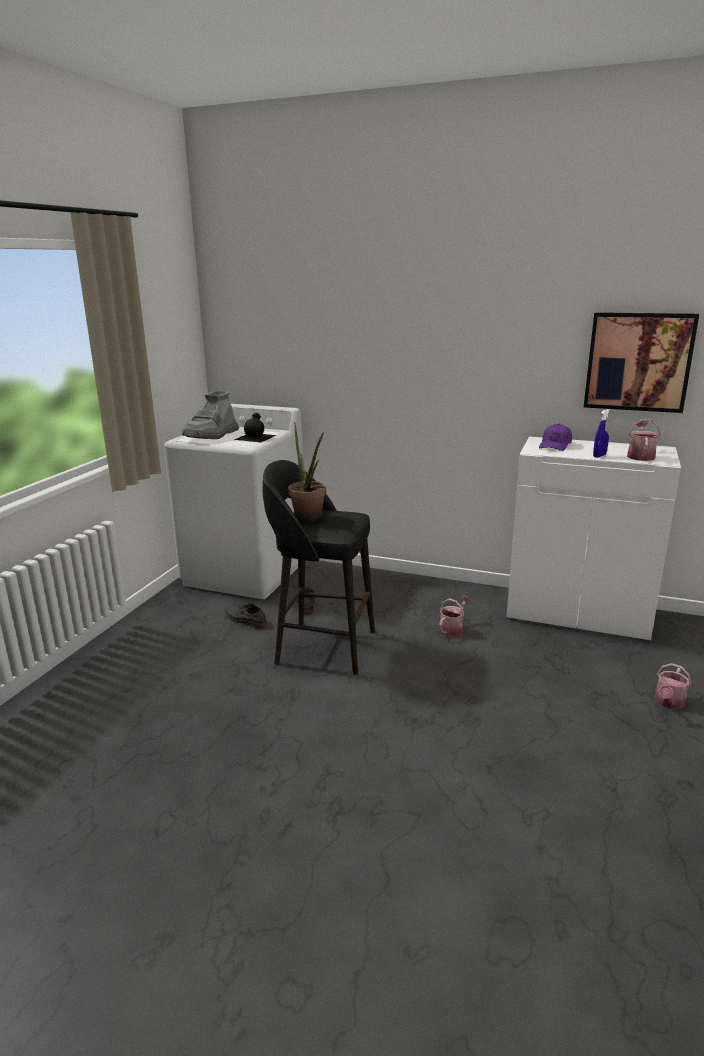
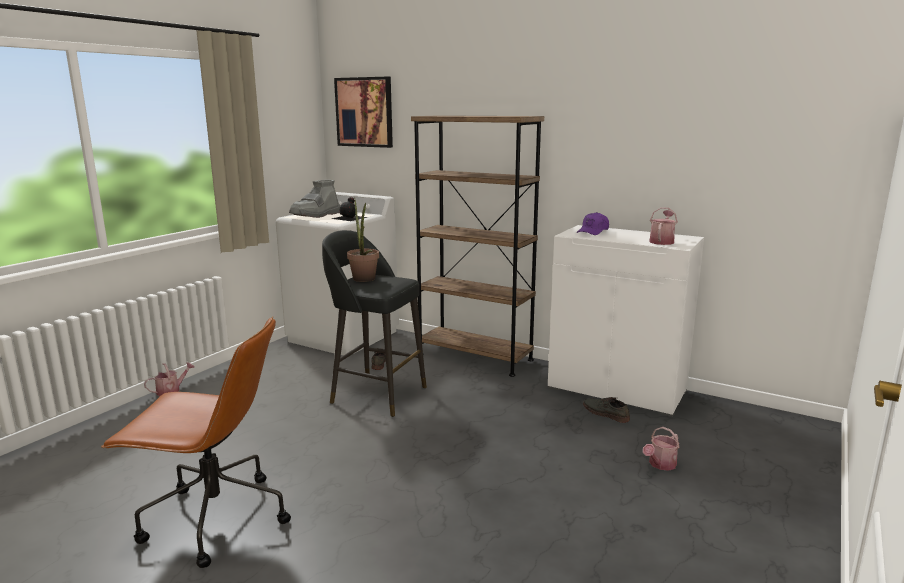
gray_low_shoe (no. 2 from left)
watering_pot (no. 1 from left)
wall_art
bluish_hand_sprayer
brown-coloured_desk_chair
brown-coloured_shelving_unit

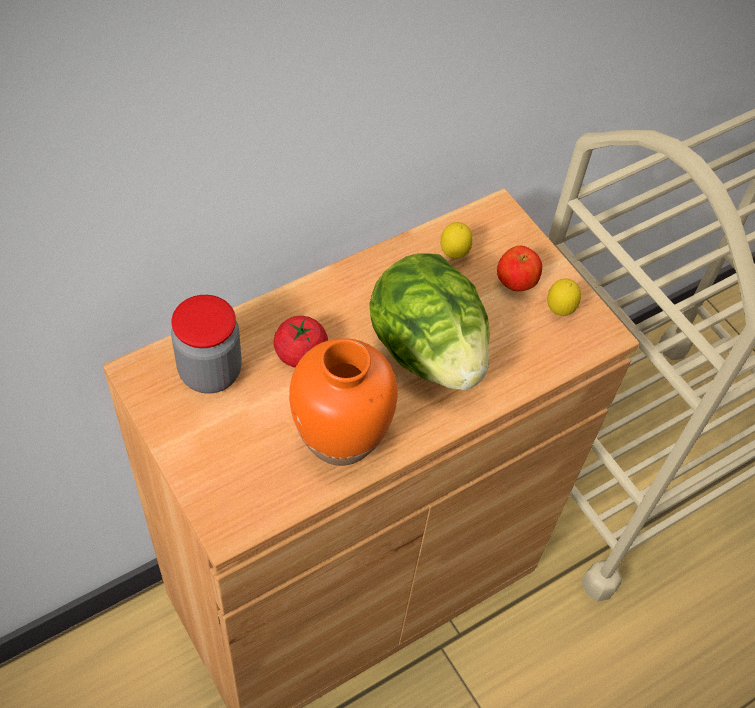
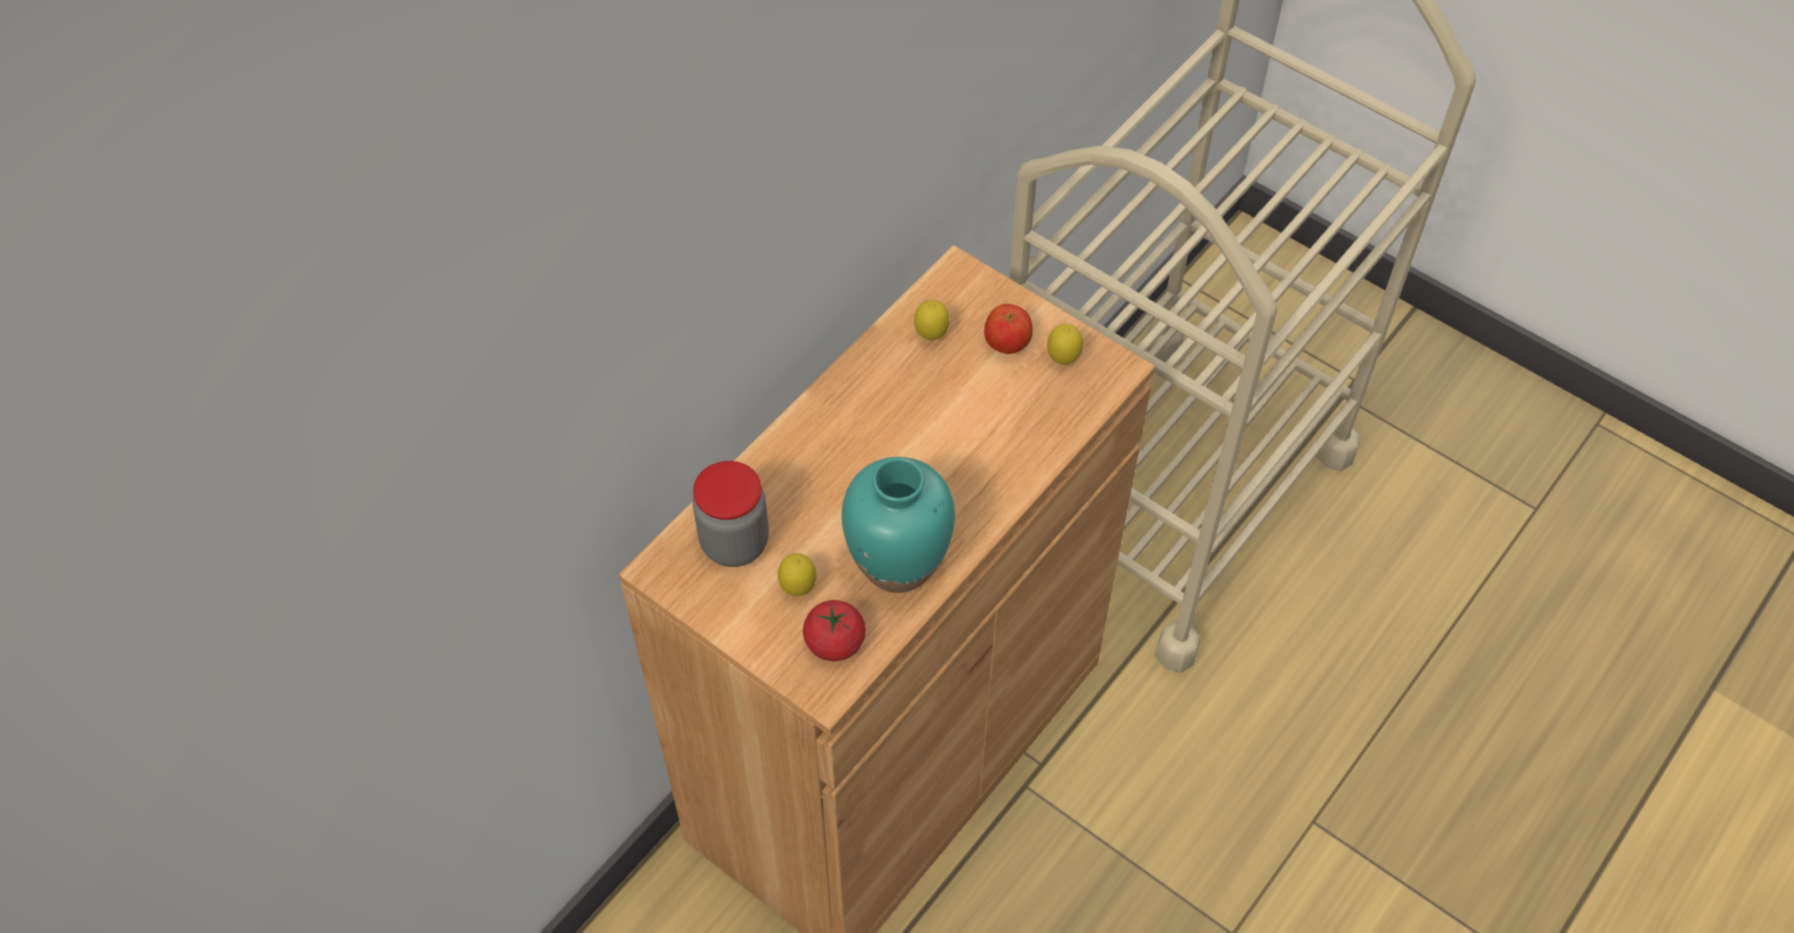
tomato
blue-green_flower_vase
lettuce
citrus_fruit (no. 1 from left)

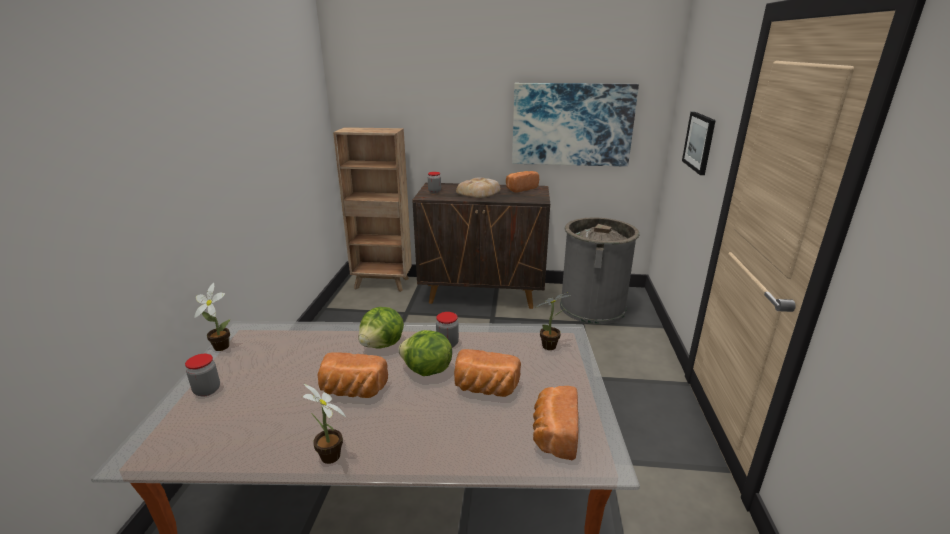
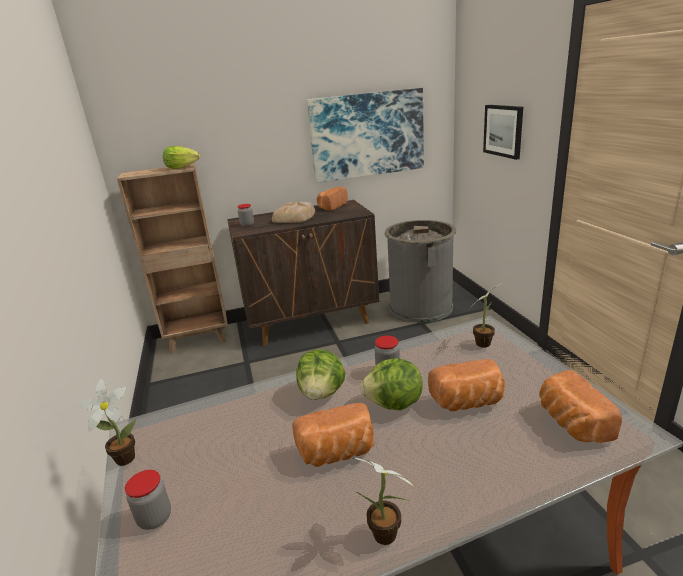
lettuce (no. 1 from left)

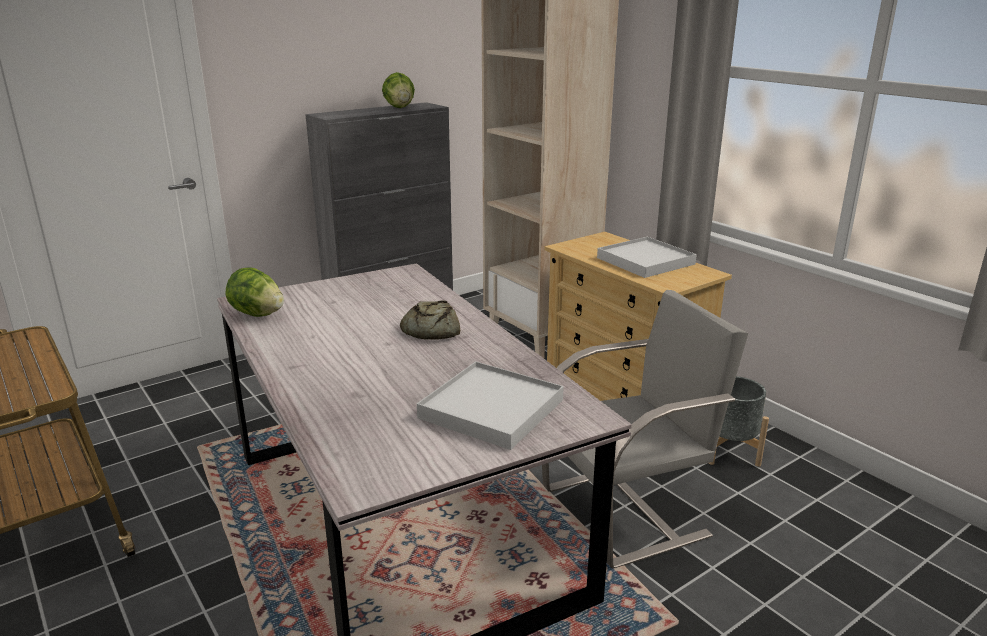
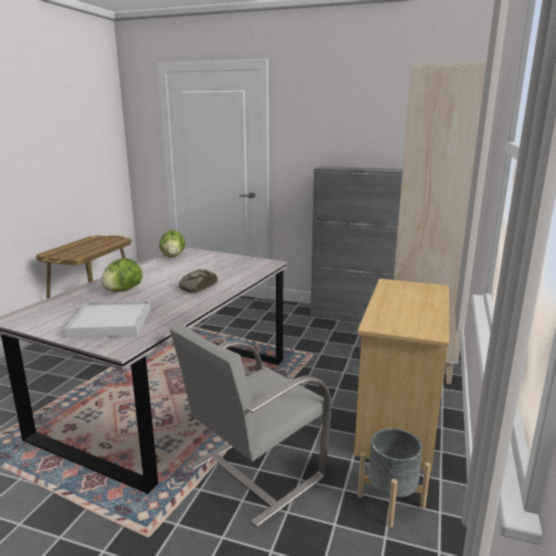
lettuce (no. 1 from left)
gray_chair
white_carrying_tray (no. 2 from left in the first image)

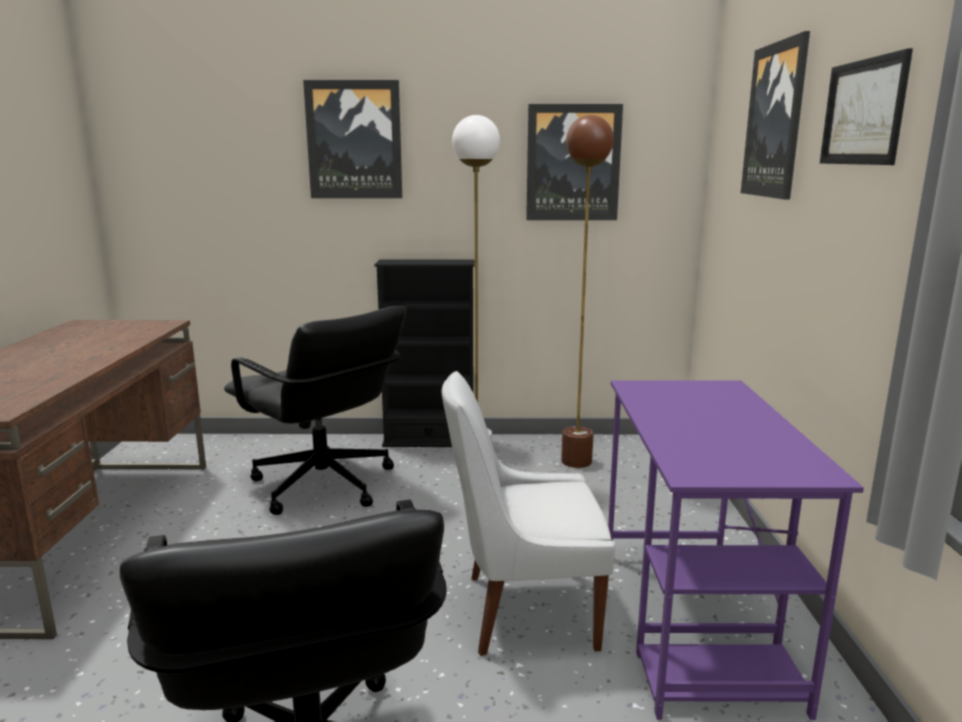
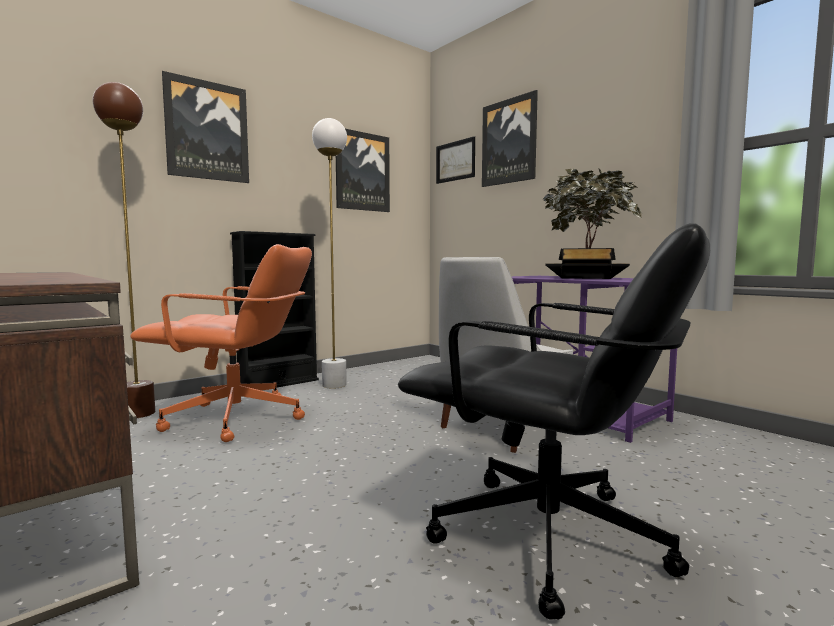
orange-coloured_desk_chair
brown-coloured_floor_lamp
wall_art (no. 3 from left)
potted_plant

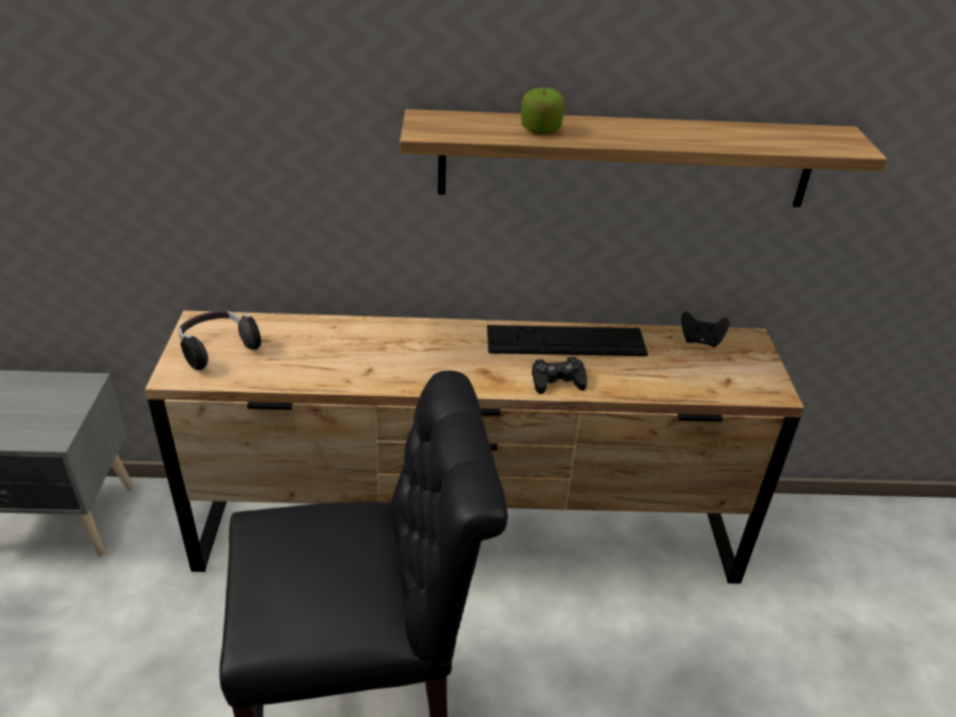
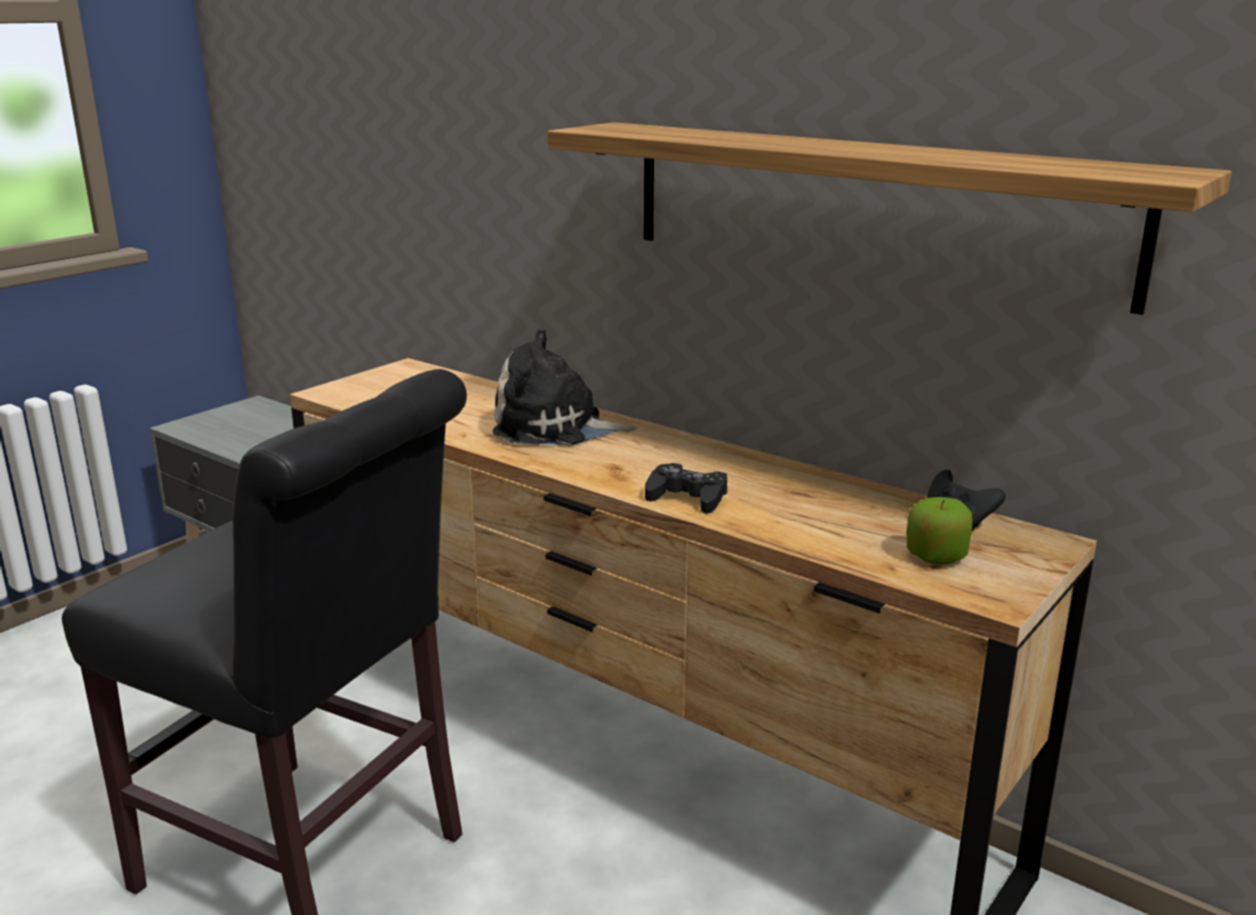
pair_of_headphones
PC_keyboard
apple
soft_toy

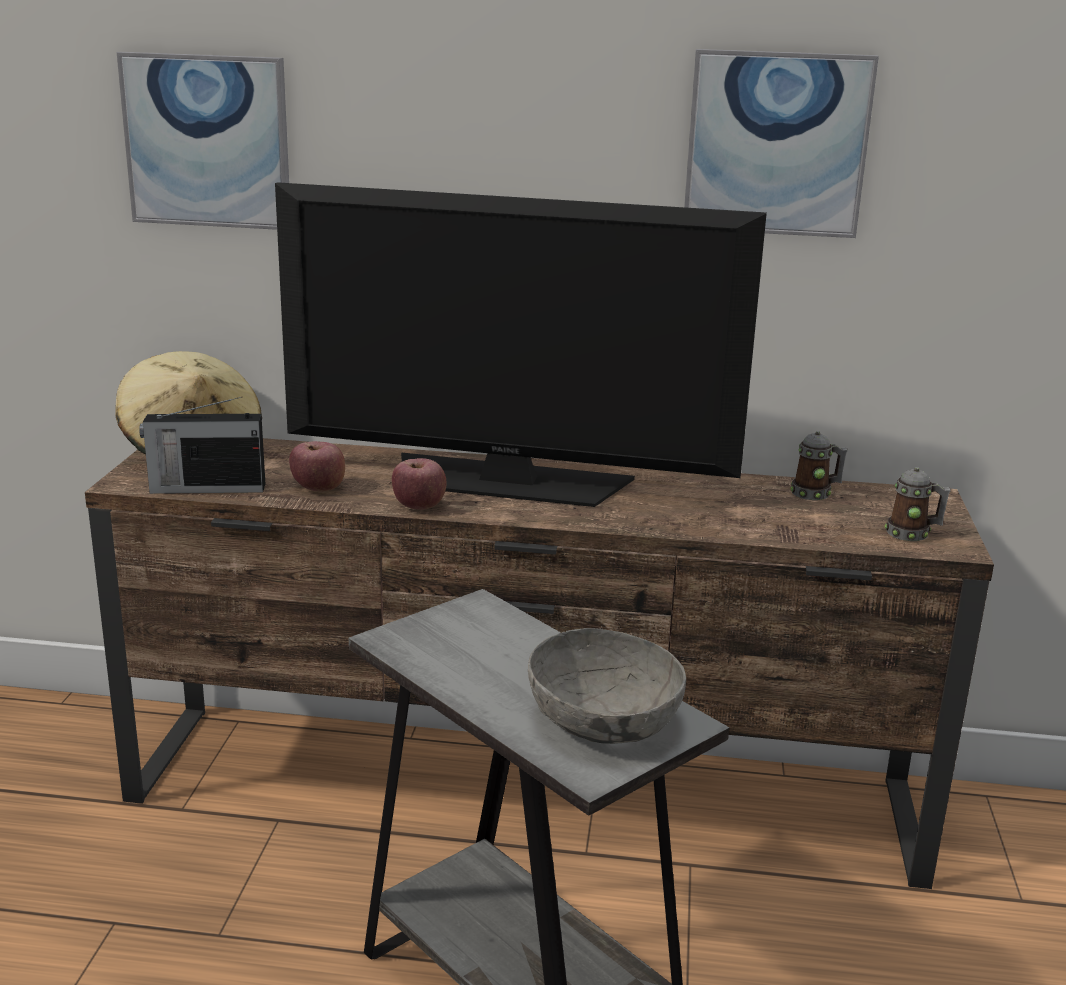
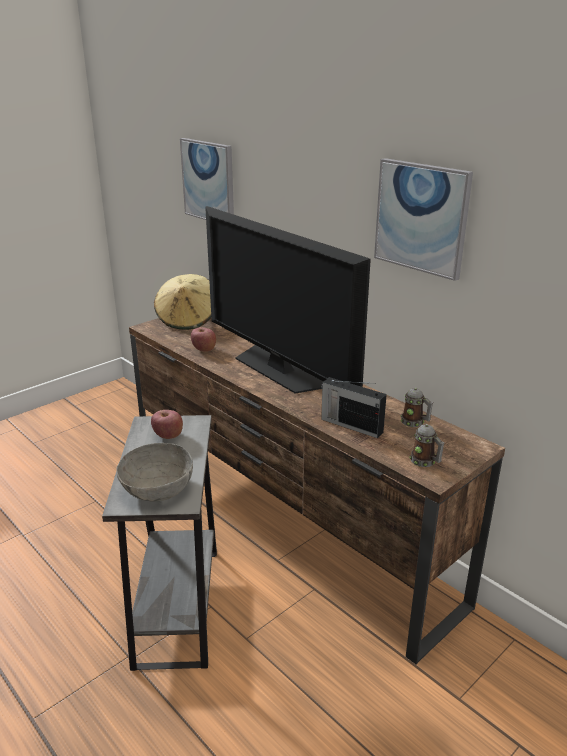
radio_set
apple (no. 1 from left)

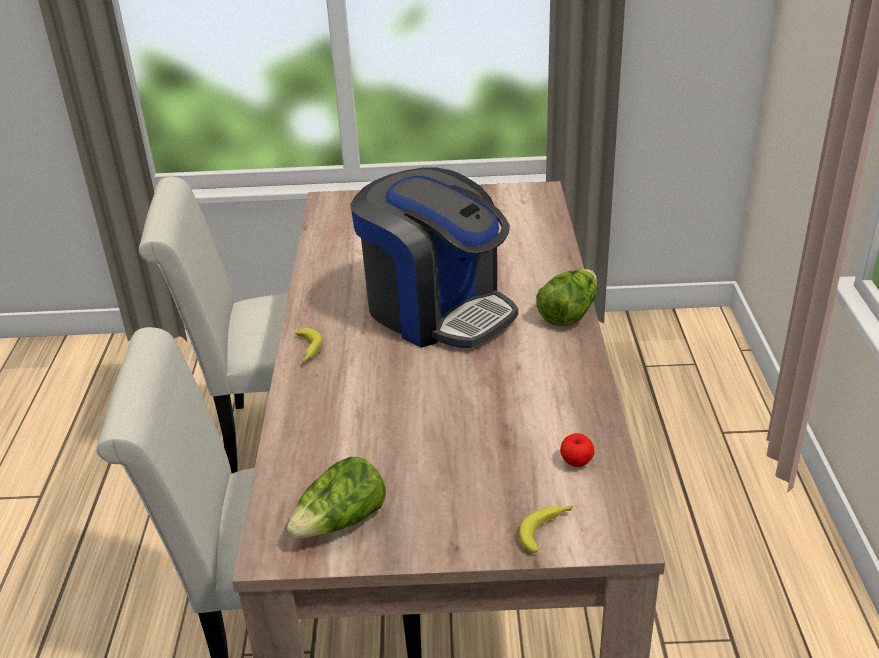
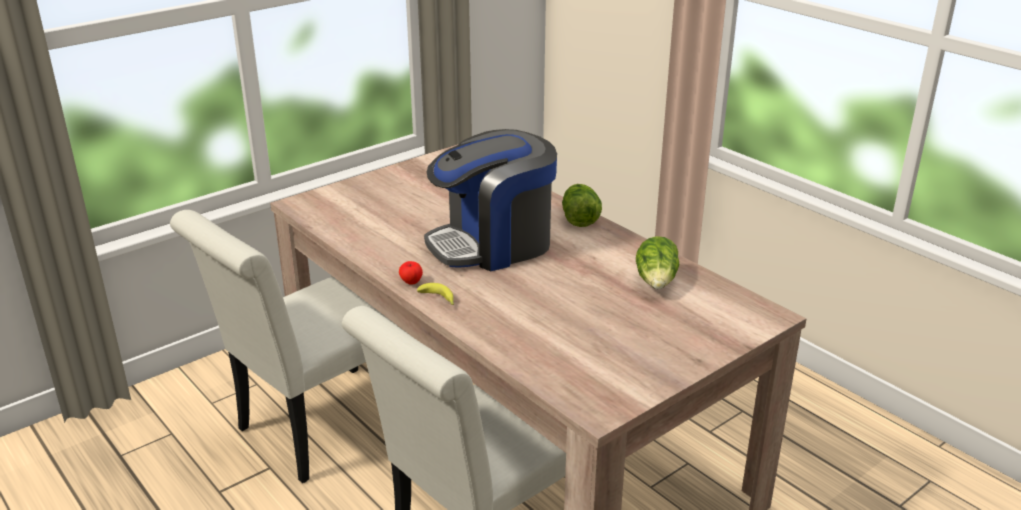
lettuce (no. 2 from left)
coffee_brewer
banana_fruit (no. 2 from left in the first image)
apple

